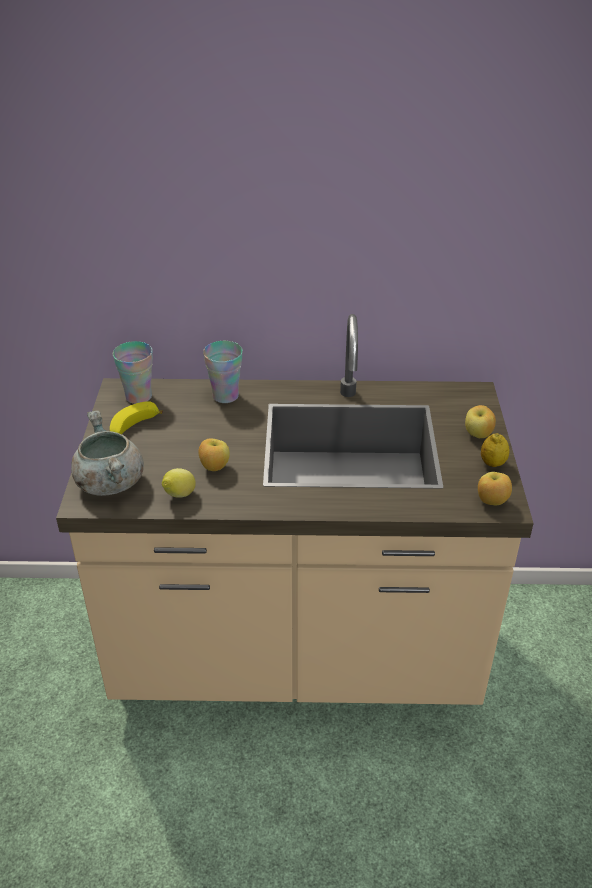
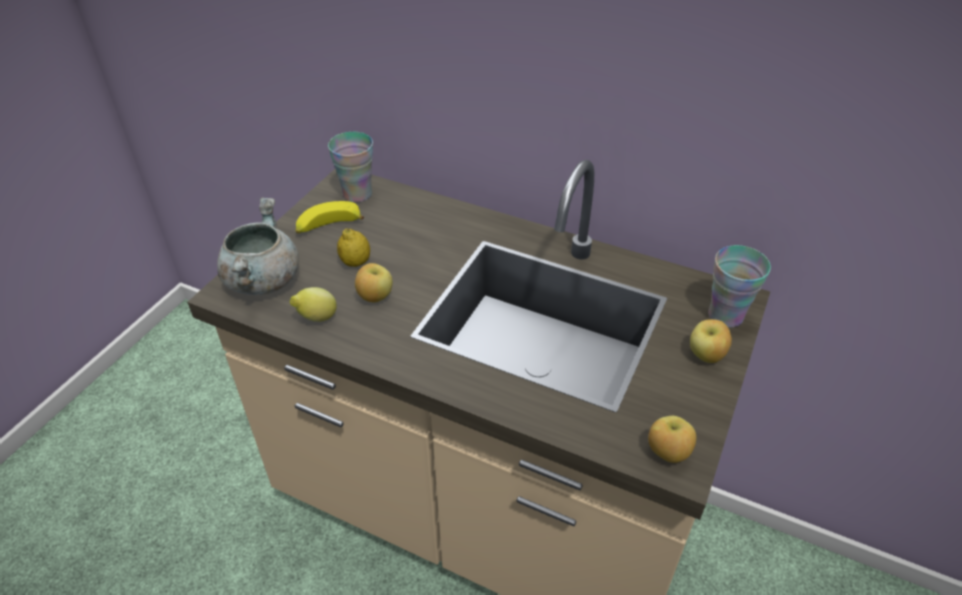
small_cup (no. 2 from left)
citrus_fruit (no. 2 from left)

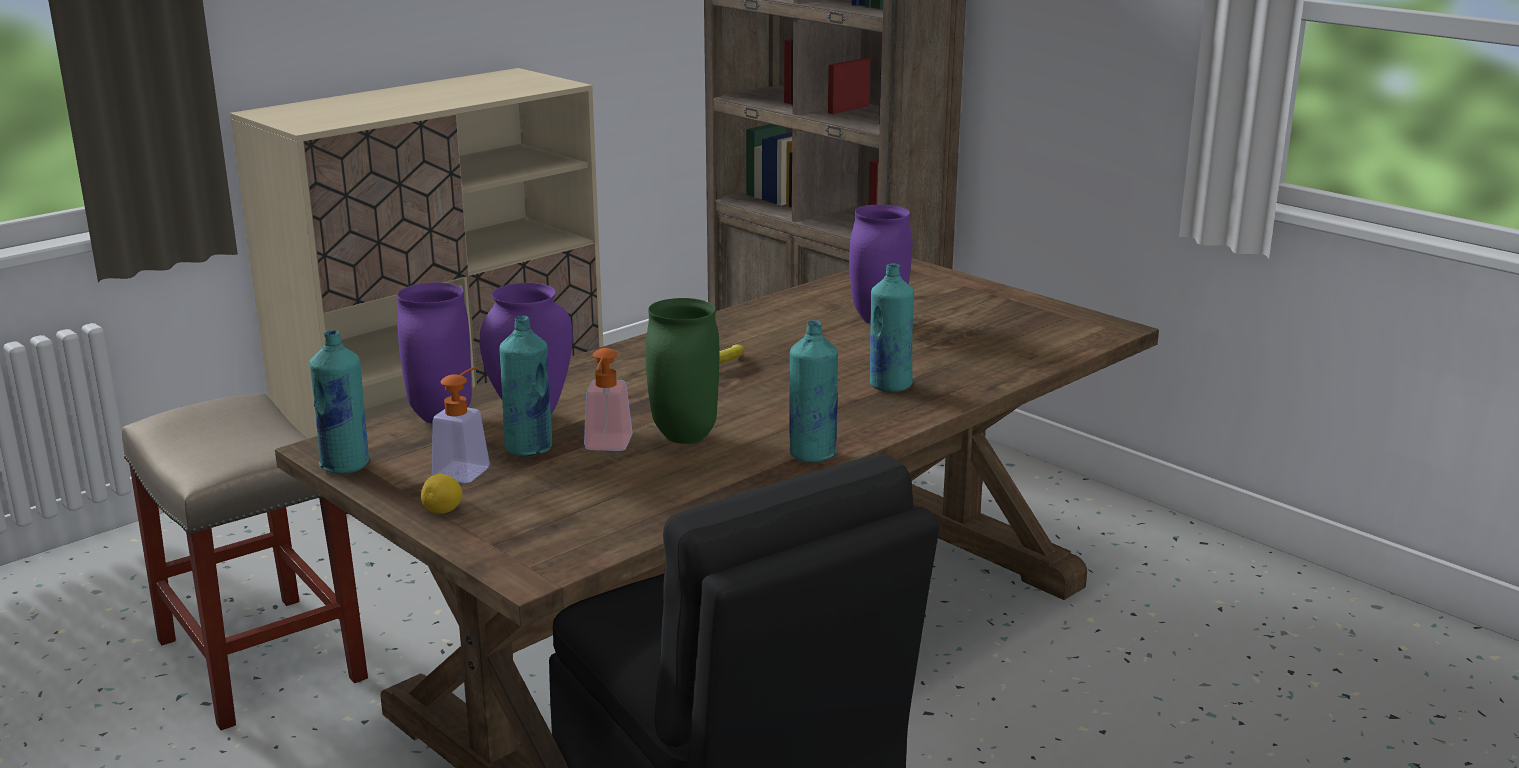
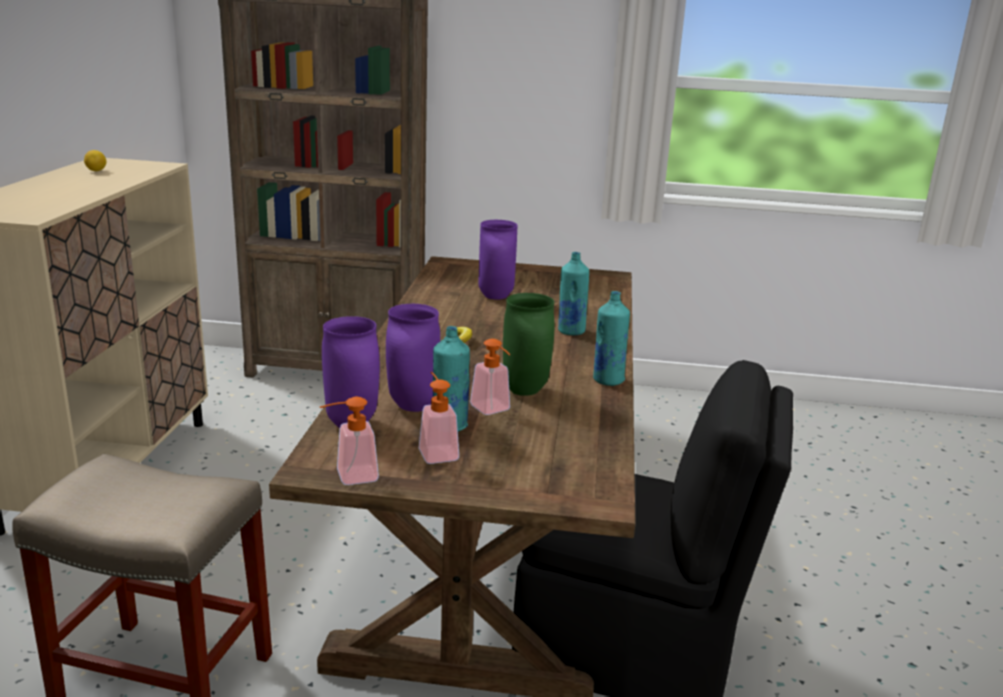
liquid_soap_bottle (no. 1 from left)
citrus_fruit

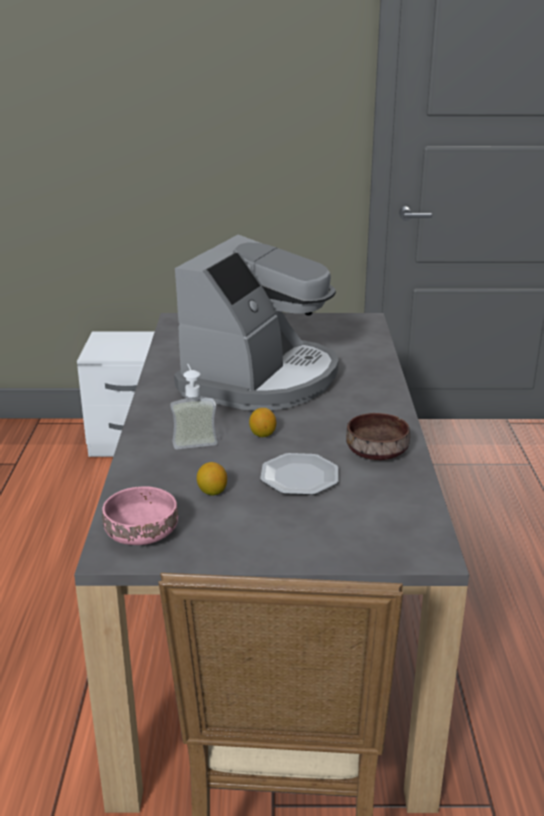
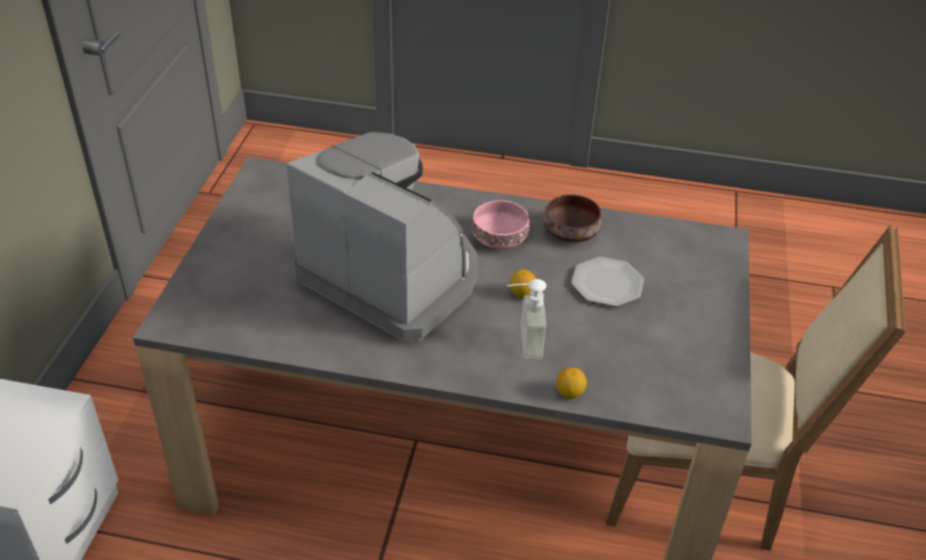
pinkish_bowl
citrus_fruit (no. 2 from left)

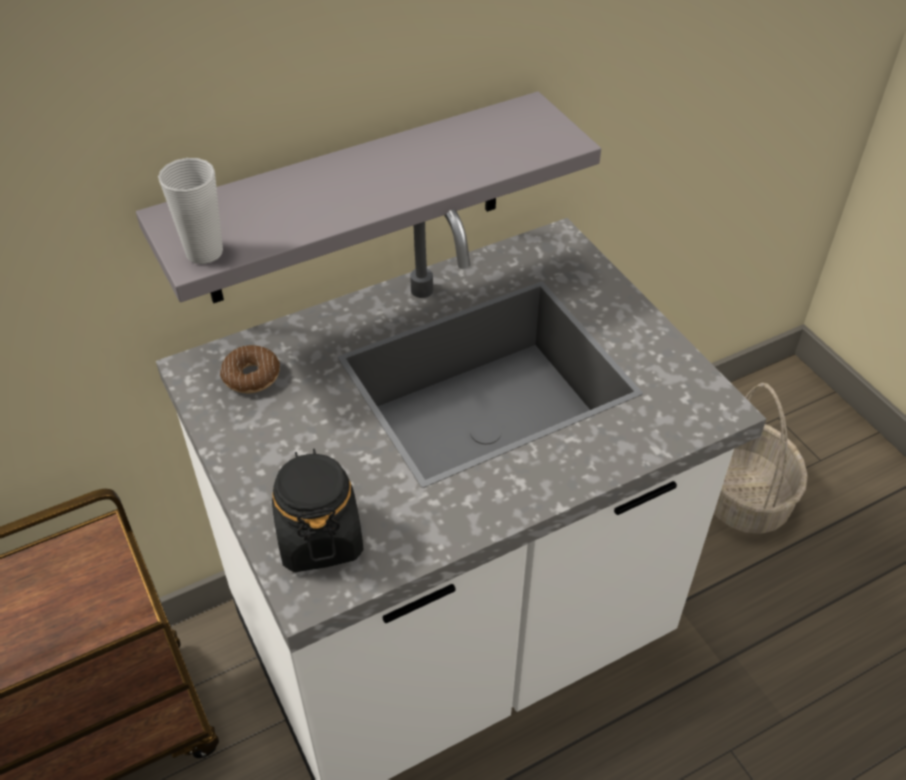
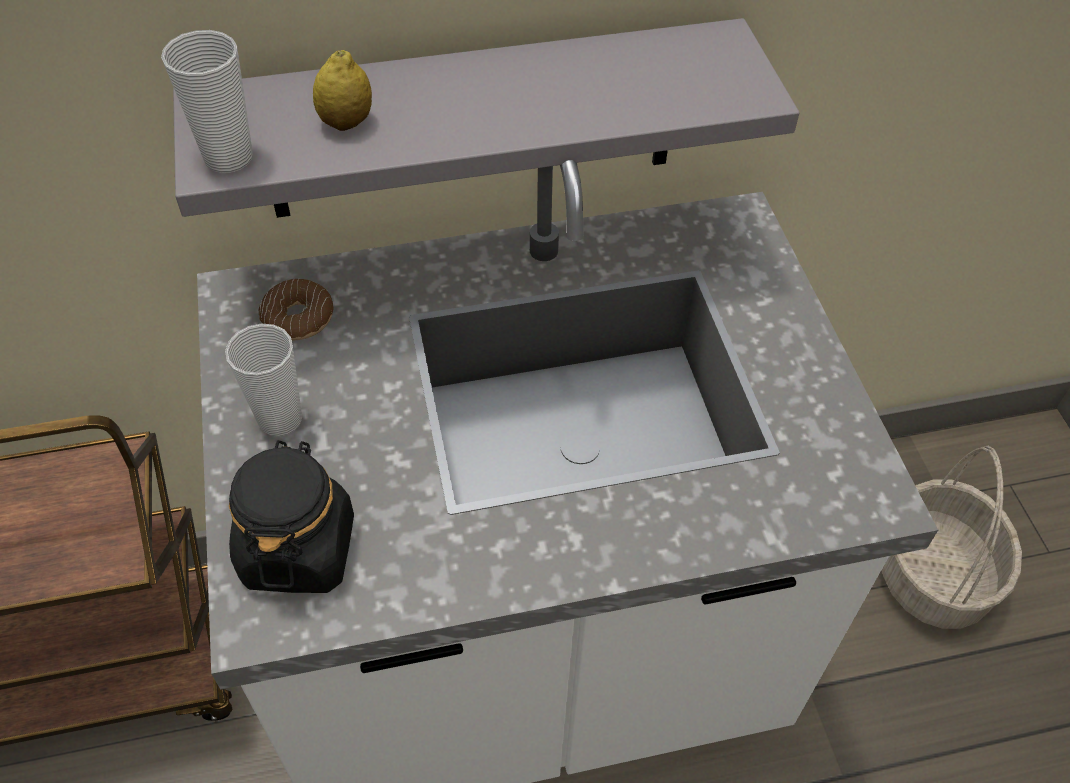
small_cup (no. 2 from left)
citrus_fruit

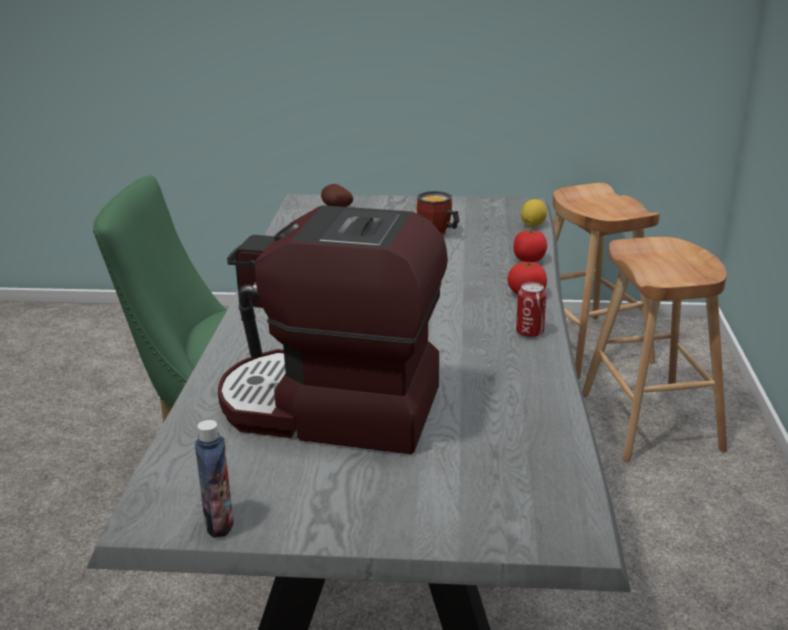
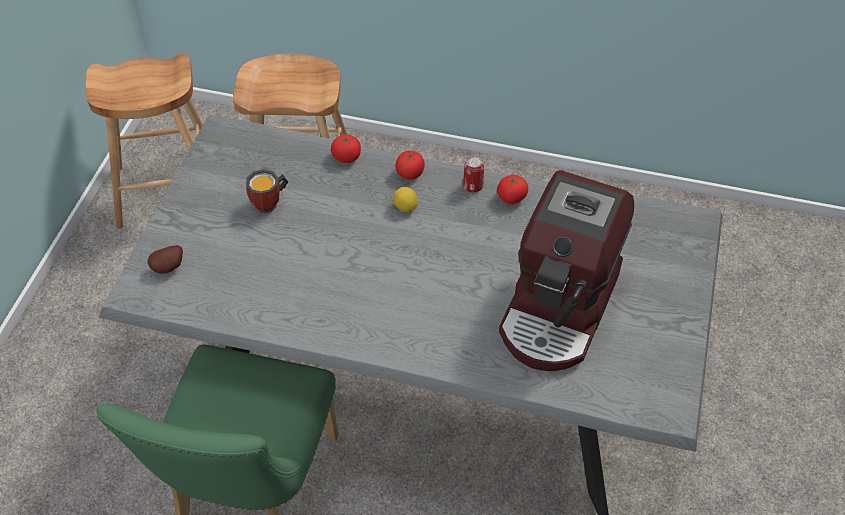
beverage_bottle
citrus_fruit
tomato (no. 3 from left)

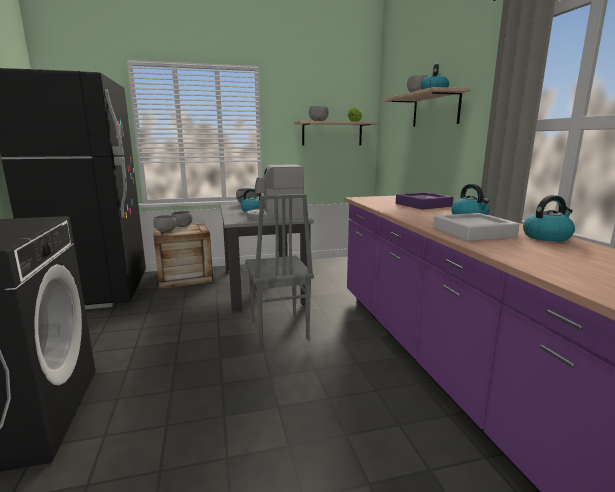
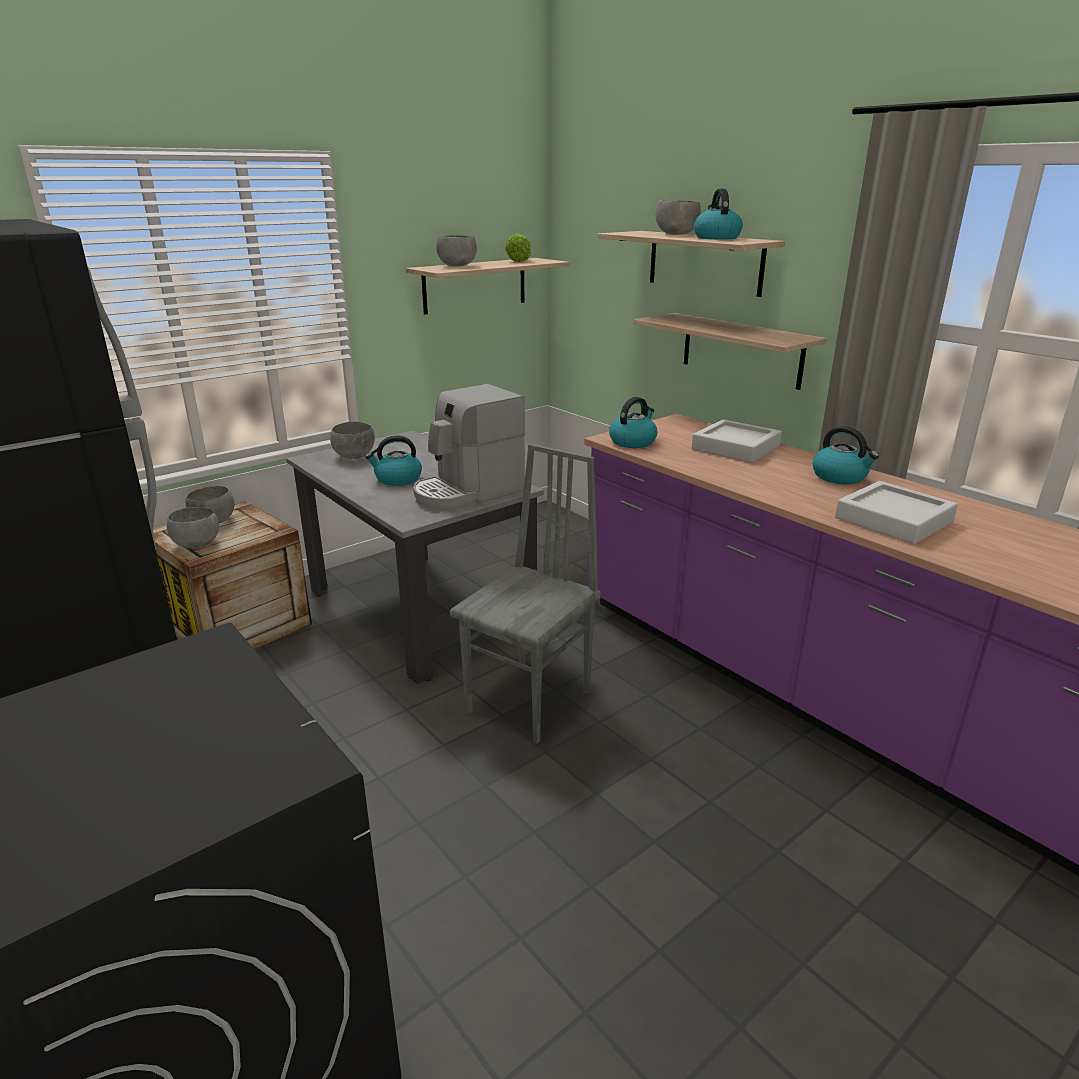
gray_chair
gray_carrying_tray (no. 1 from left)
kettle (no. 2 from left)
bracket_shelf (no. 3 from left)

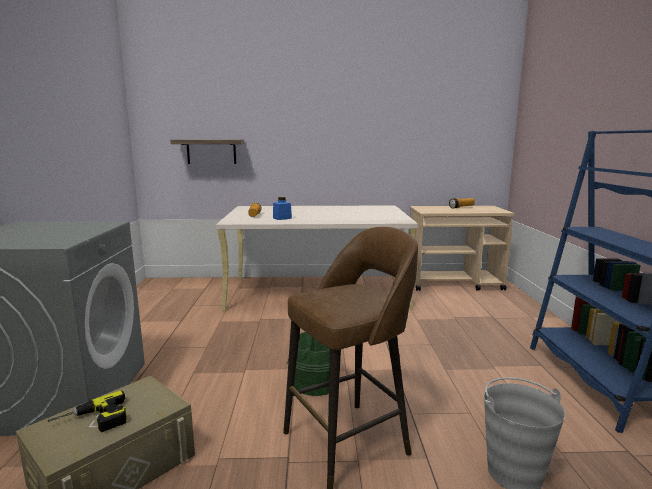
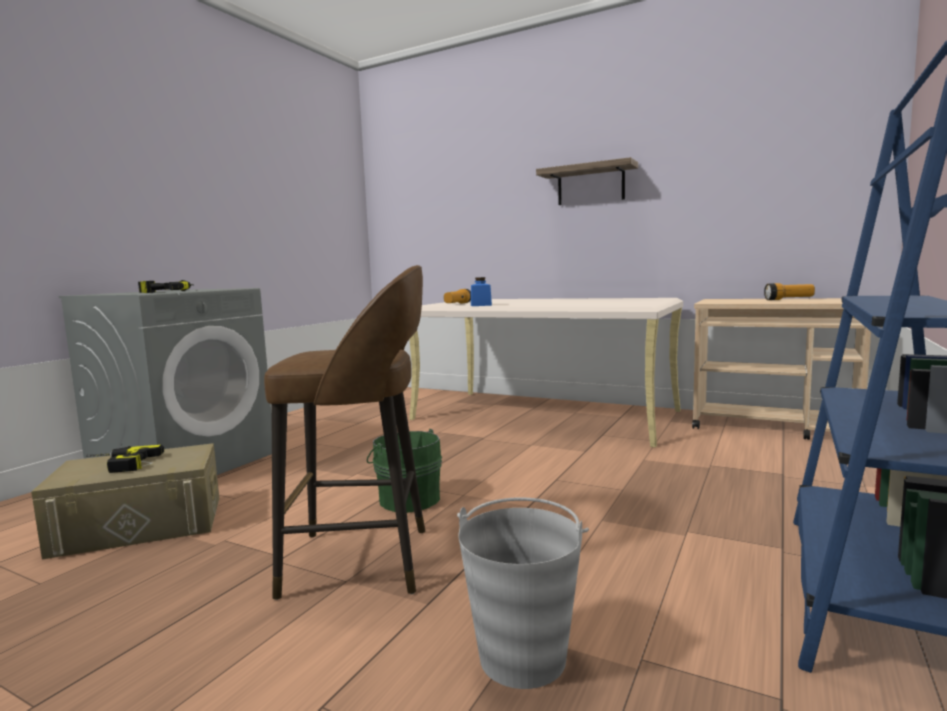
bracket_shelf
power_drill (no. 2 from left)

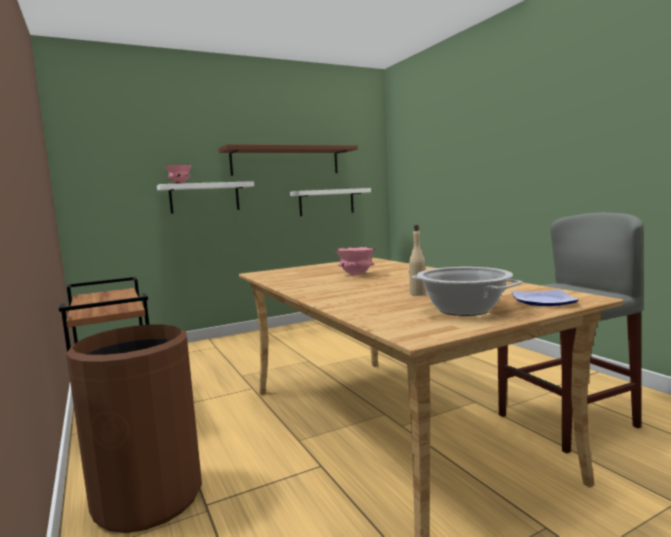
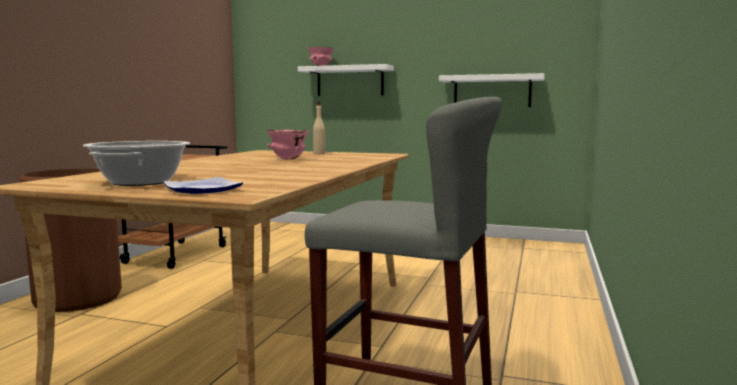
brown-coloured_bracket_shelf
beige-coloured_beverage_bottle

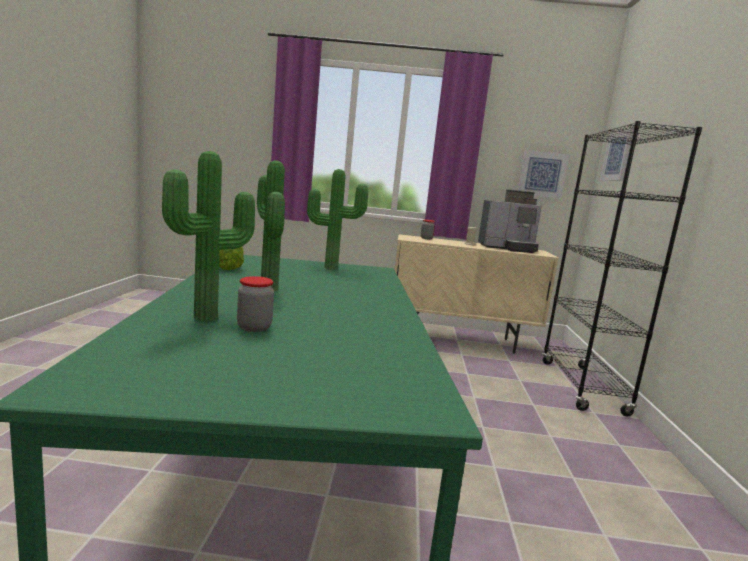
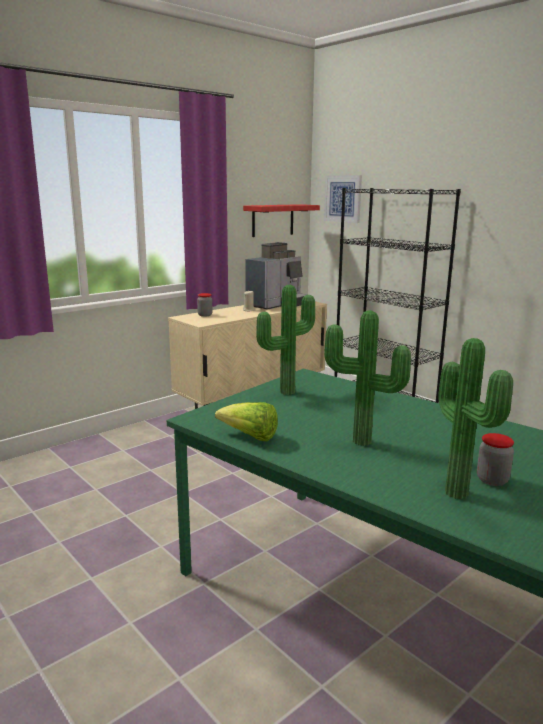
reddish_bracket_shelf

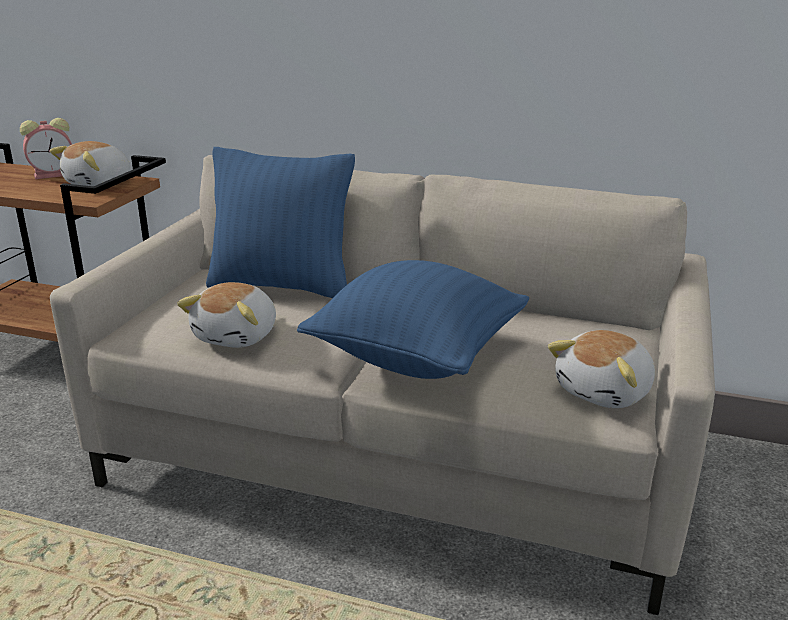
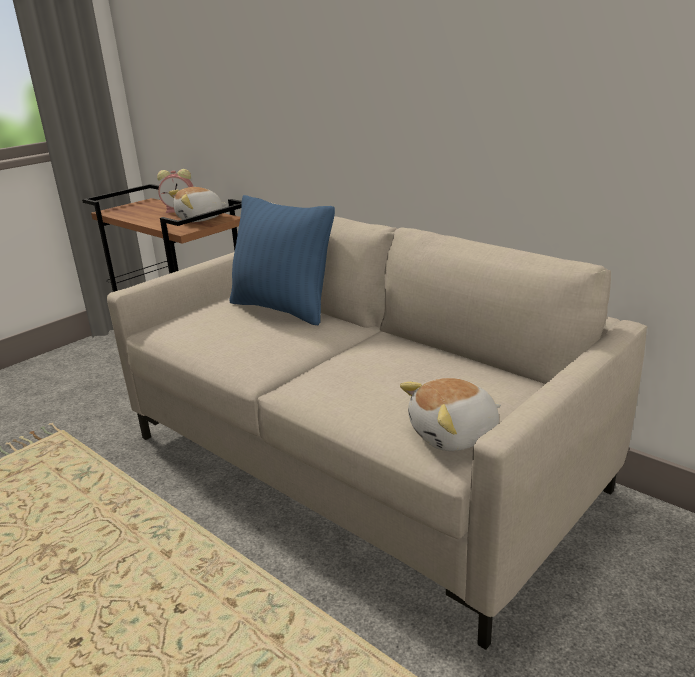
soft_toy (no. 2 from left in the first image)
bluish_throw_pillow (no. 2 from left in the first image)

